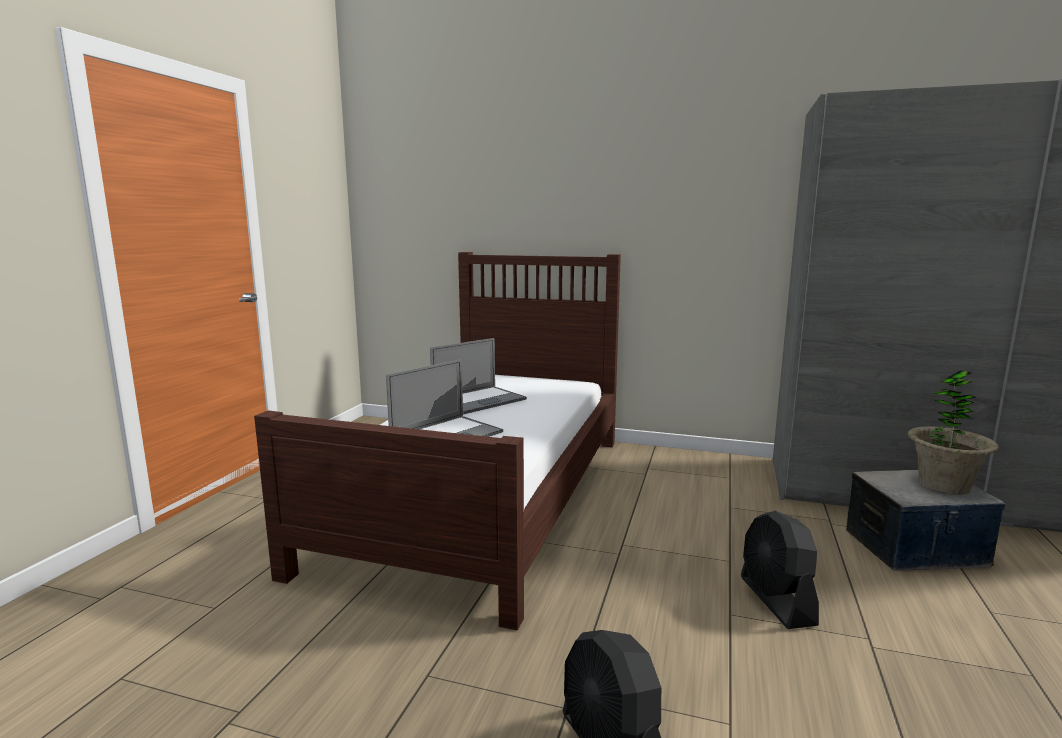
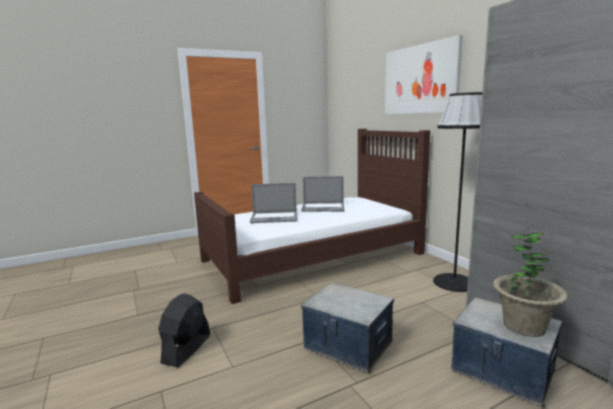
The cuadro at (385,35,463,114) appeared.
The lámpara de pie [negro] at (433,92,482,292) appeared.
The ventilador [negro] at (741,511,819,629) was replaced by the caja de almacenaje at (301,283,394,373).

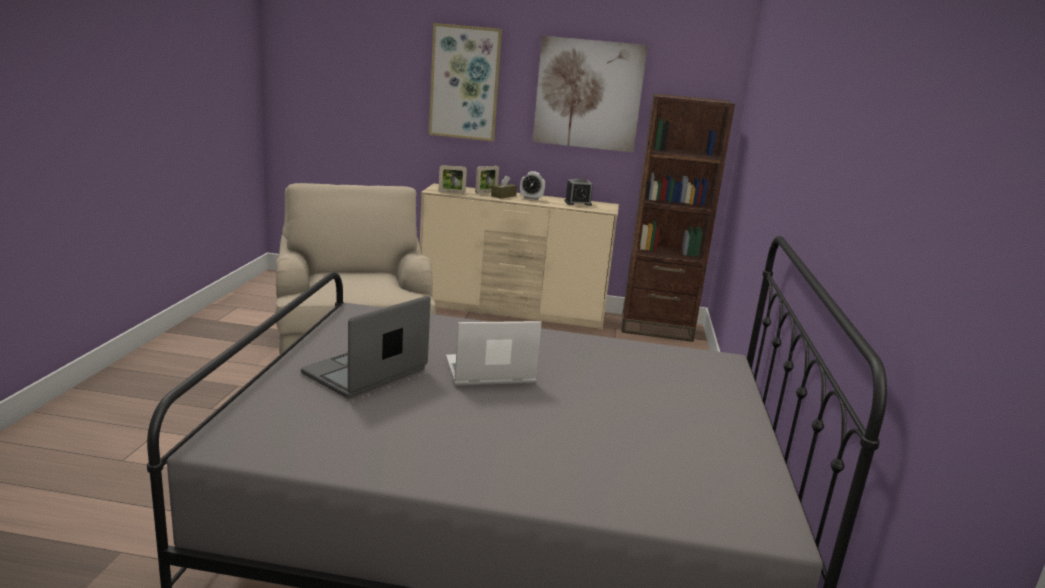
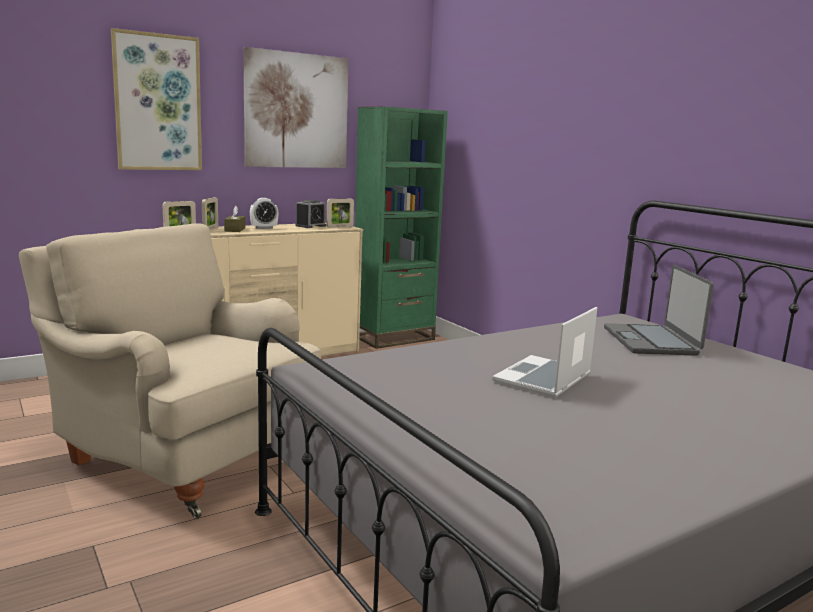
The portarretratos at (327,198,354,228) appeared.
The portátil moved from (301,296,431,399) to (604,265,714,356).
The estantería [marrón] at (622,93,735,342) became the estantería [verde] at (355,106,448,349).

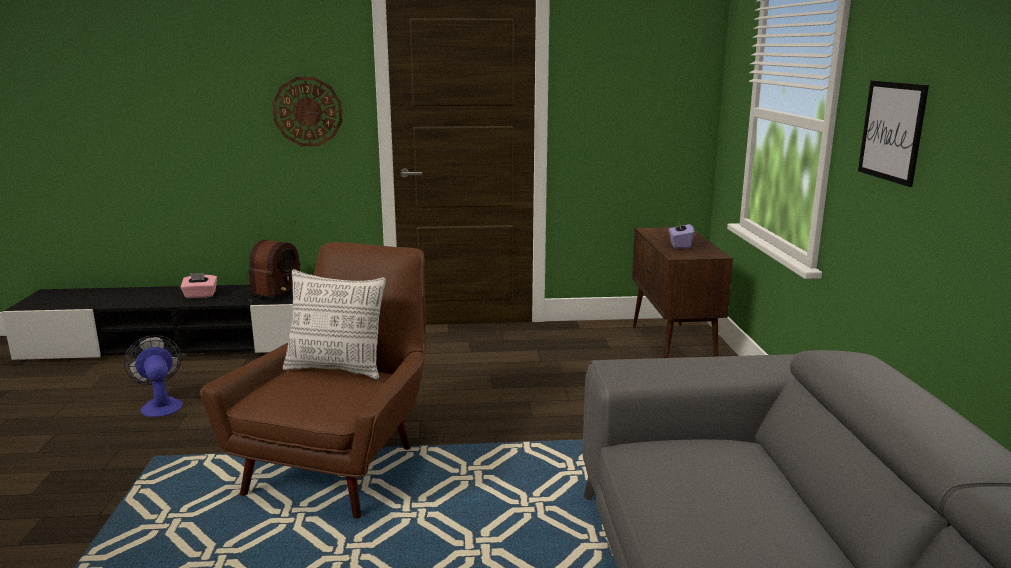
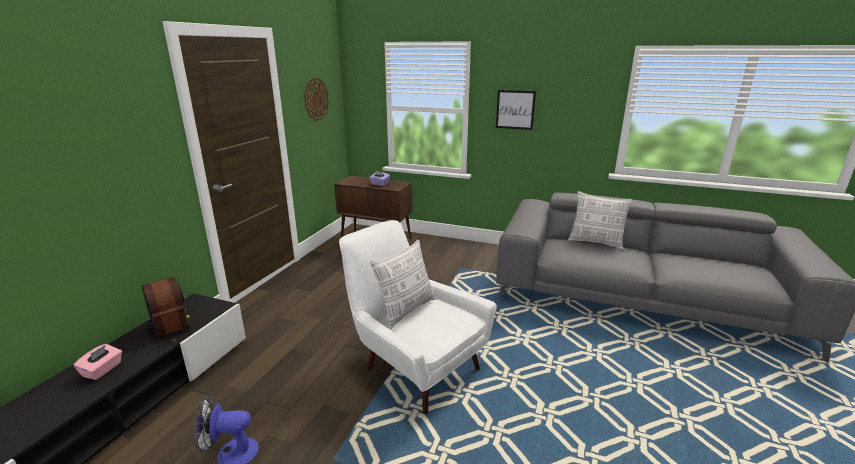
The cojín at (568,191,632,250) appeared.
The reloj de pared moved from (272,77,343,146) to (304,78,329,121).
The sillón [marrón] at (200,242,426,519) became the sillón [blanco] at (339,220,496,414).

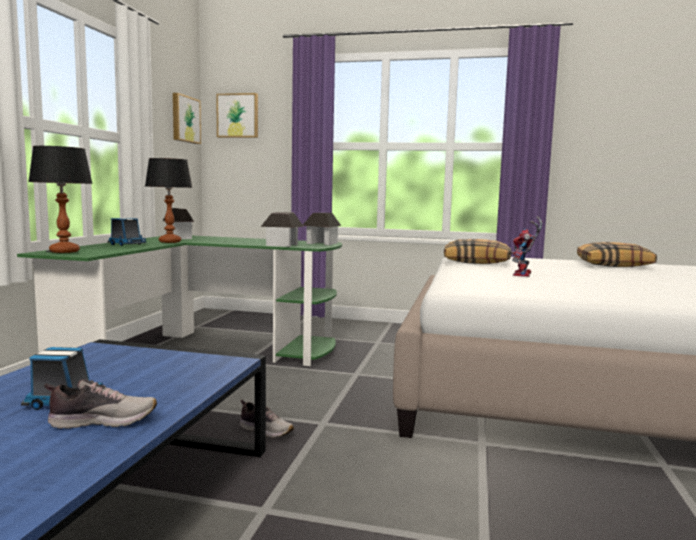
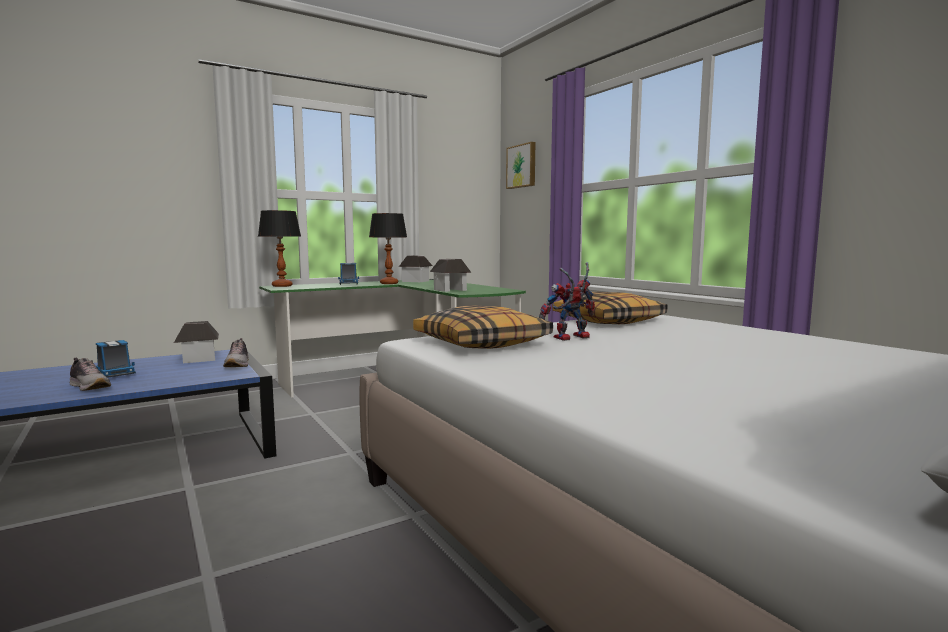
The cuadro at (173,93,201,144) disappeared.
The zapato moved from (240,400,294,438) to (223,338,249,367).
The casita moved from (303,213,341,245) to (174,321,219,363).
The cojín moved from (577,242,657,267) to (413,305,553,349).

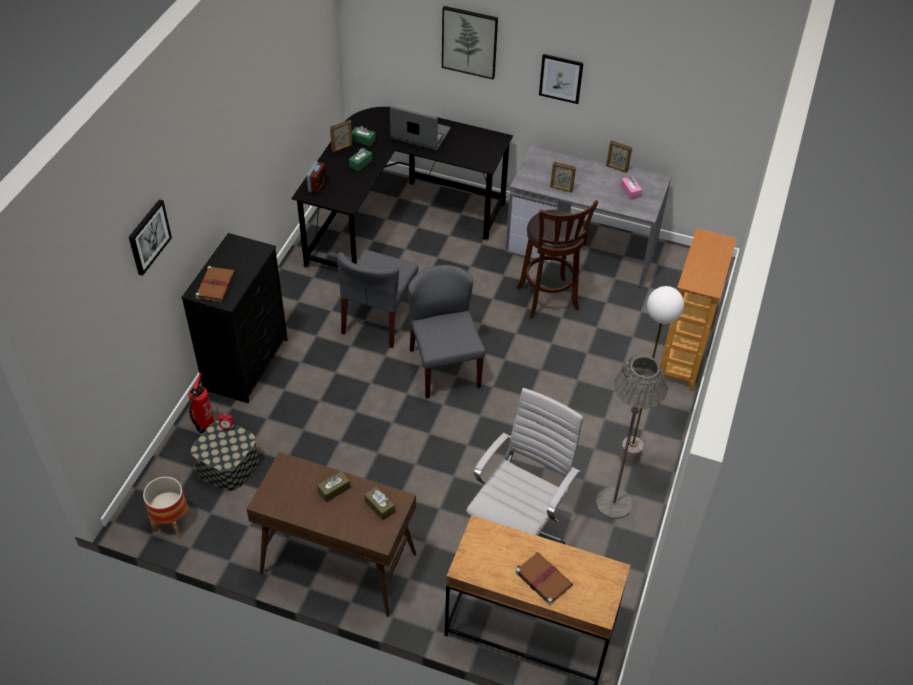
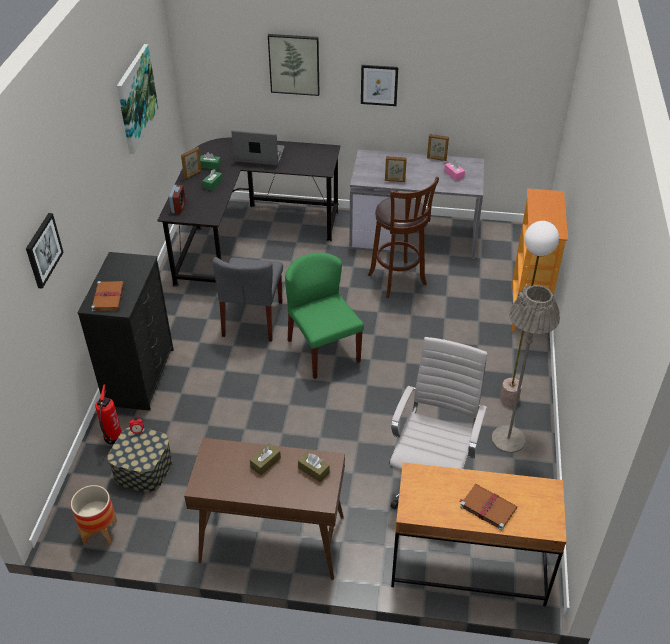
The cuadro at (117,44,159,154) appeared.
The silla [gris] at (408,265,486,399) became the silla [verde] at (285,253,364,379).

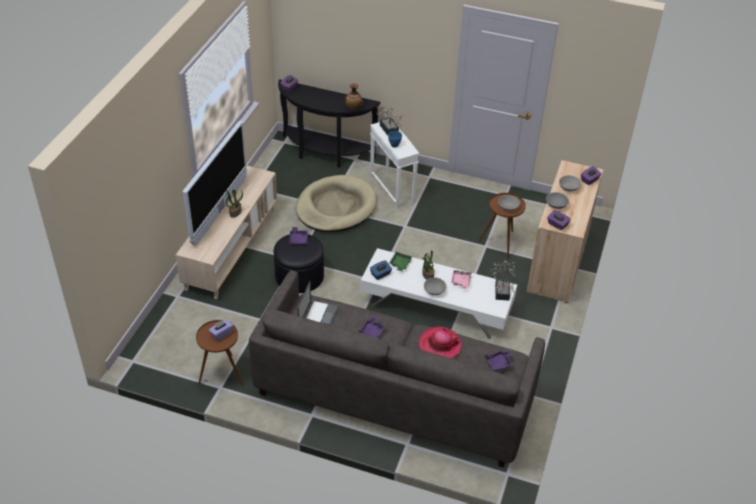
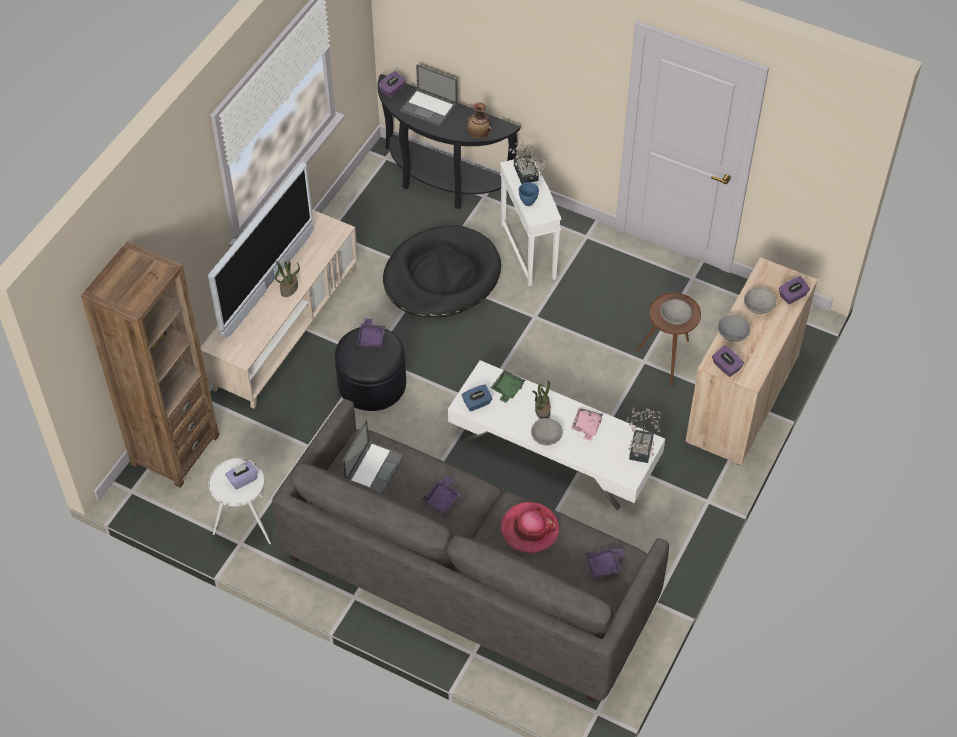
The estantería [marrón] at (81,241,219,488) appeared.
The portátil at (400,64,457,127) appeared.
The mesa auxiliar [marrón] at (196,320,243,386) became the mesa auxiliar [blanco] at (208,458,271,544).
The cama para perro [beis] at (296,175,377,232) became the cama para perro [negro] at (383,225,501,318).

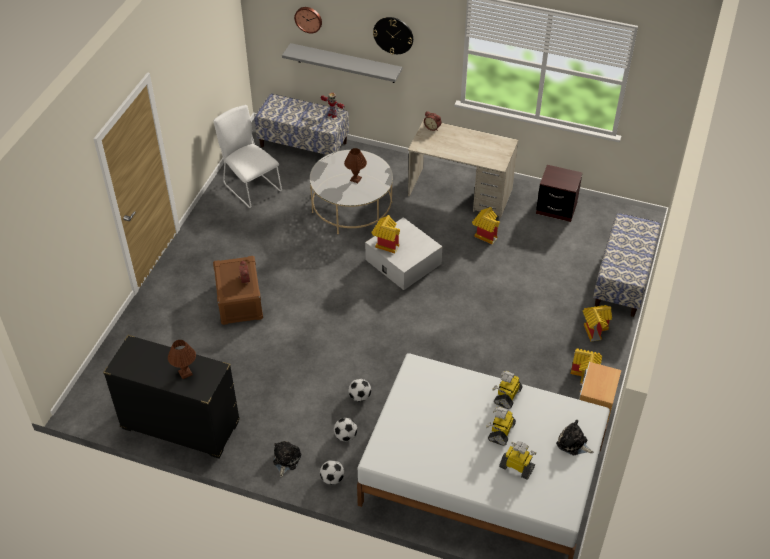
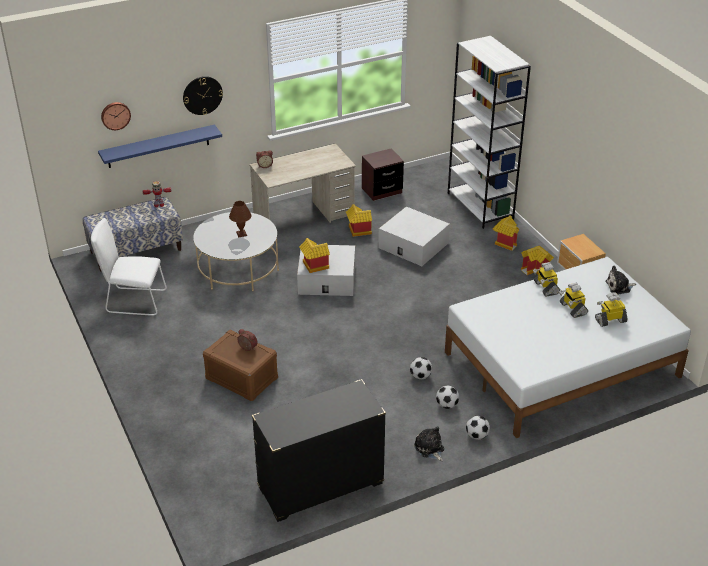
The lámpara de mesa [marrón] at (168,340,196,379) disappeared.
The caja de almacenaje [blanco] at (378,207,450,266) appeared.
The banco at (593,213,661,317) was replaced by the estantería [blanco] at (448,36,531,229).
The estante [gris] at (282,43,402,83) became the estante [azul] at (98,124,222,168).

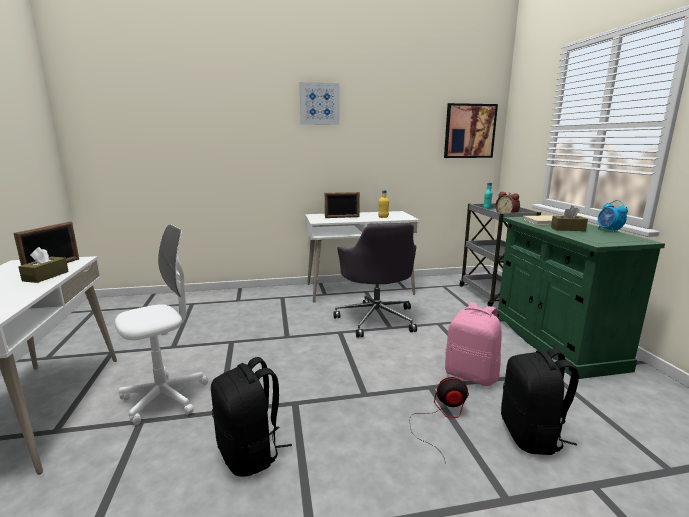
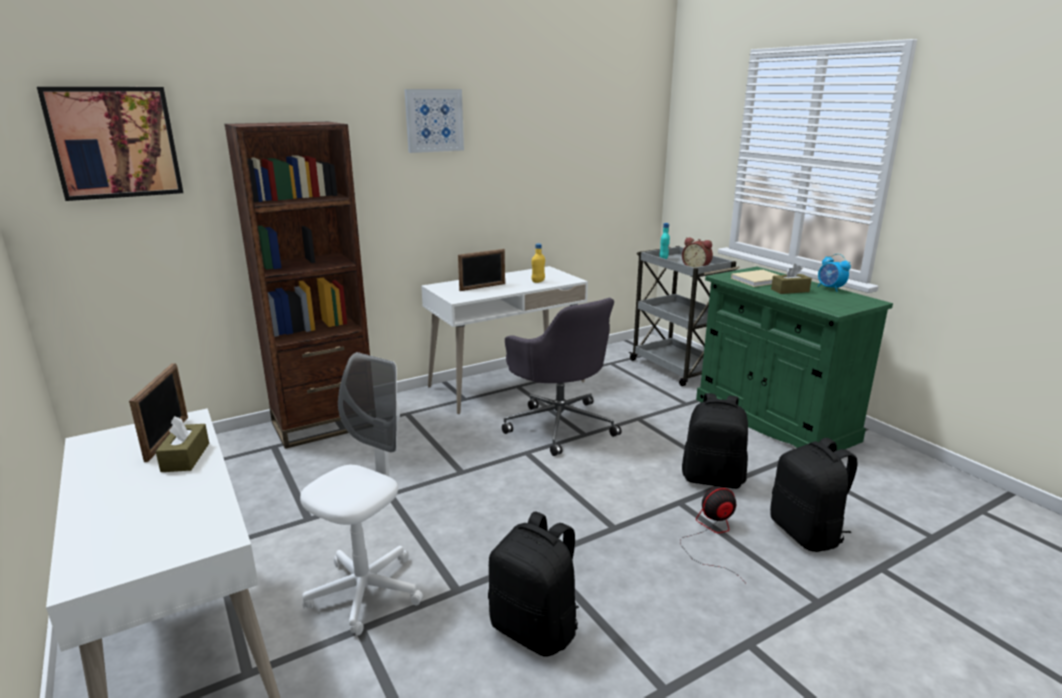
The estantería [marrón] at (225,122,370,449) appeared.
The cuadro moved from (444,103,498,158) to (37,87,183,201).
The mochila [rosa] at (445,302,502,386) became the mochila [negro] at (682,393,748,489).

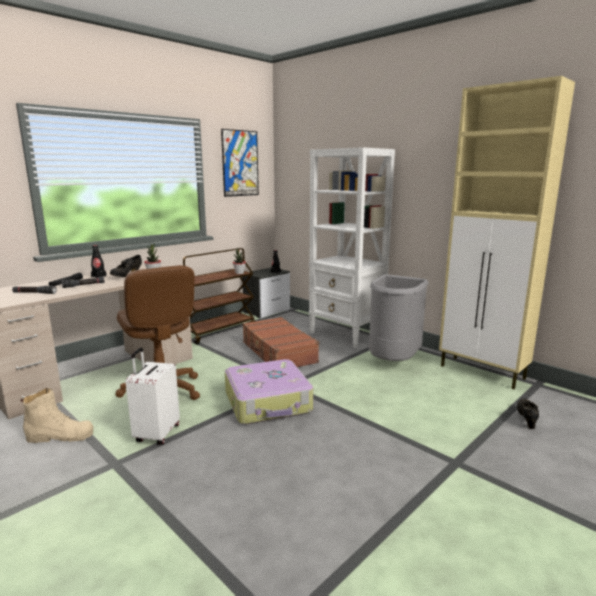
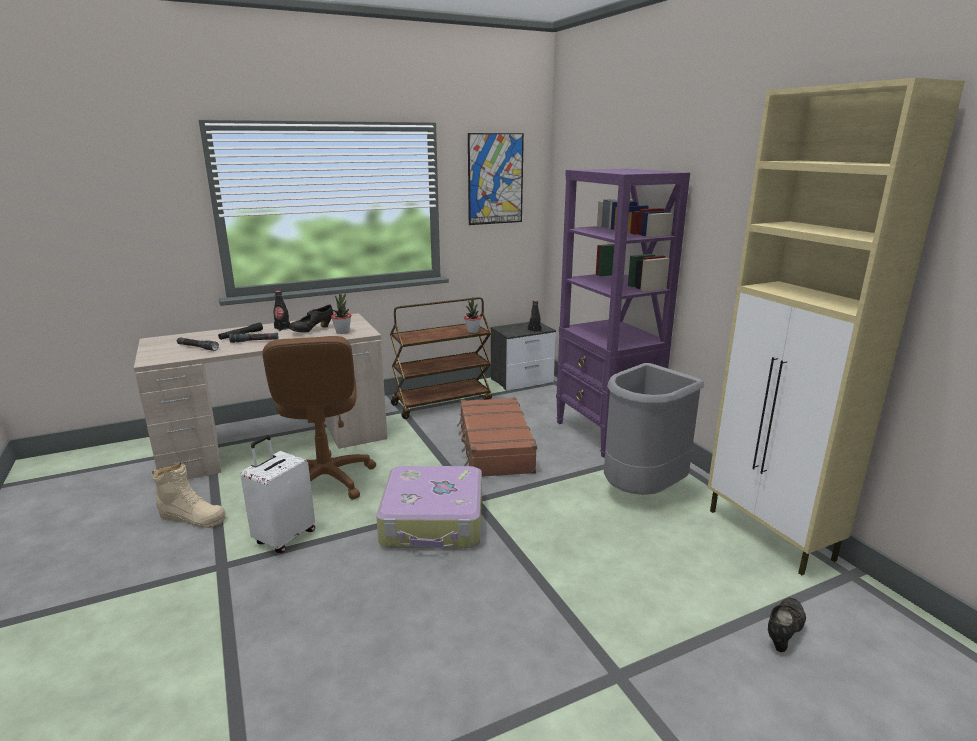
The estantería [blanco] at (309,147,395,348) became the estantería [morado] at (556,168,690,458).

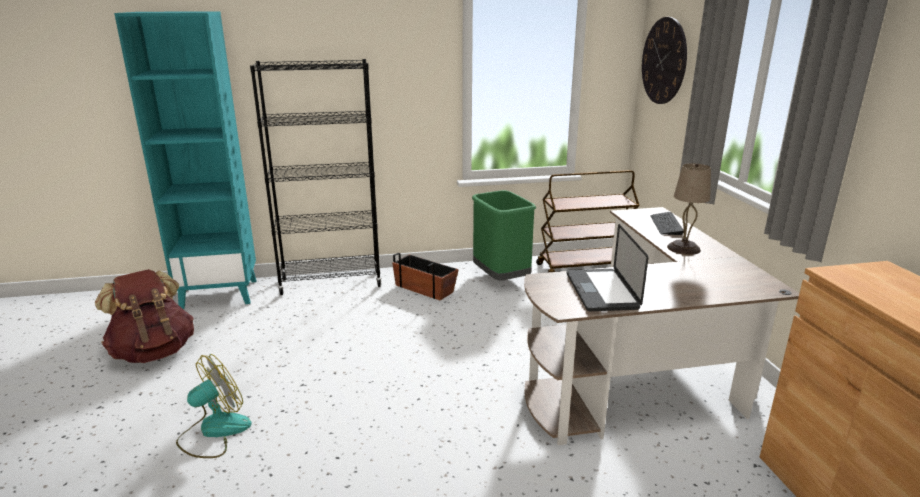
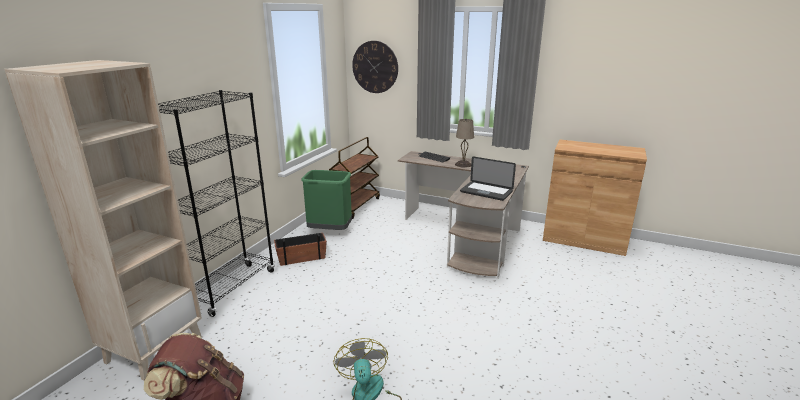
The estantería [turquesa] at (114,11,257,310) became the estantería [beis] at (4,60,202,381).

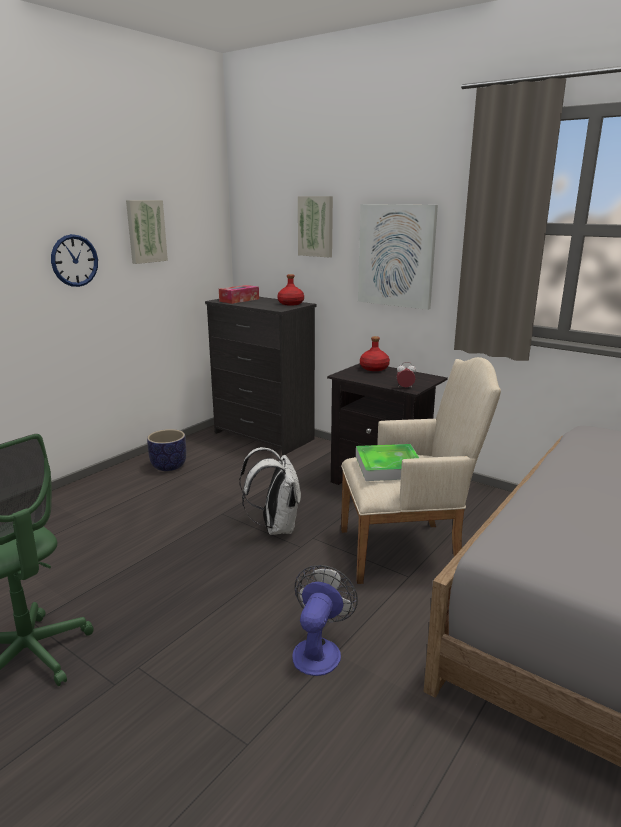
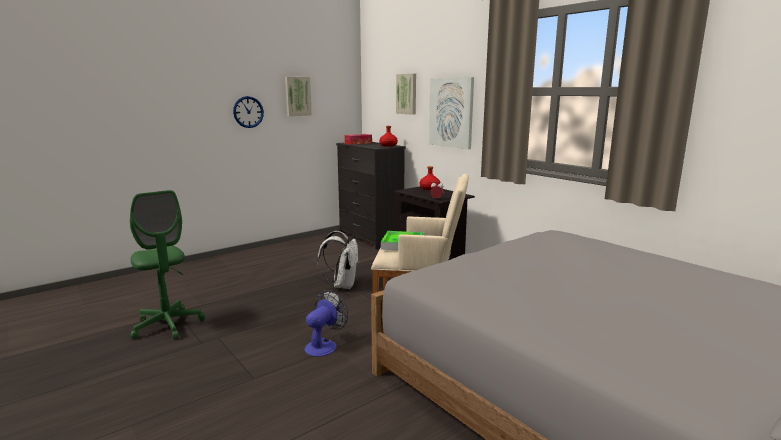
The maceta at (147,429,186,471) disappeared.

